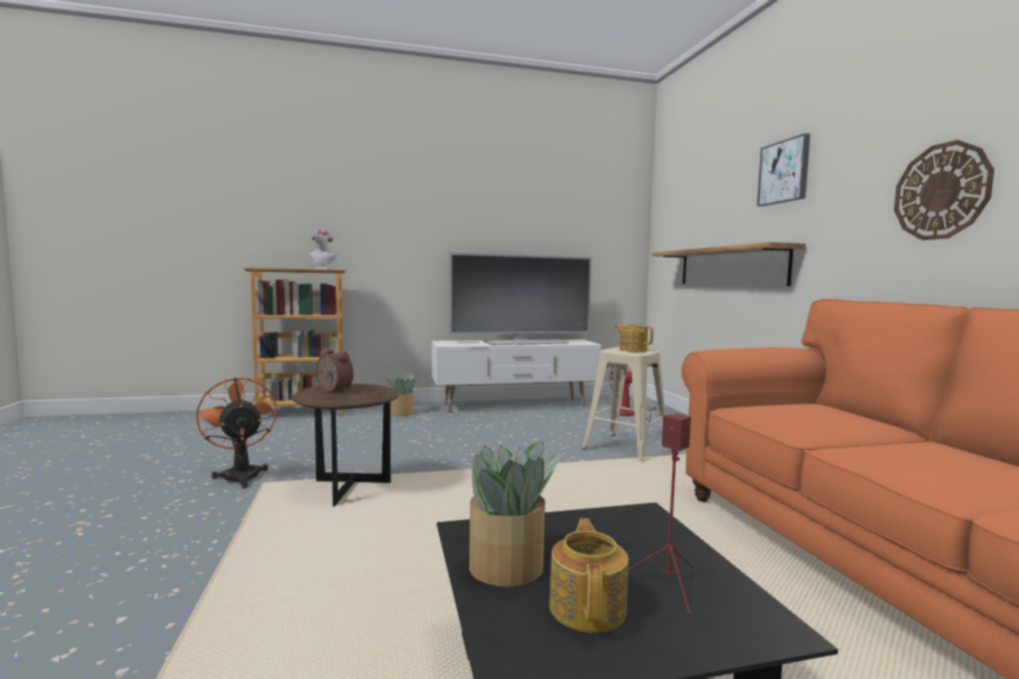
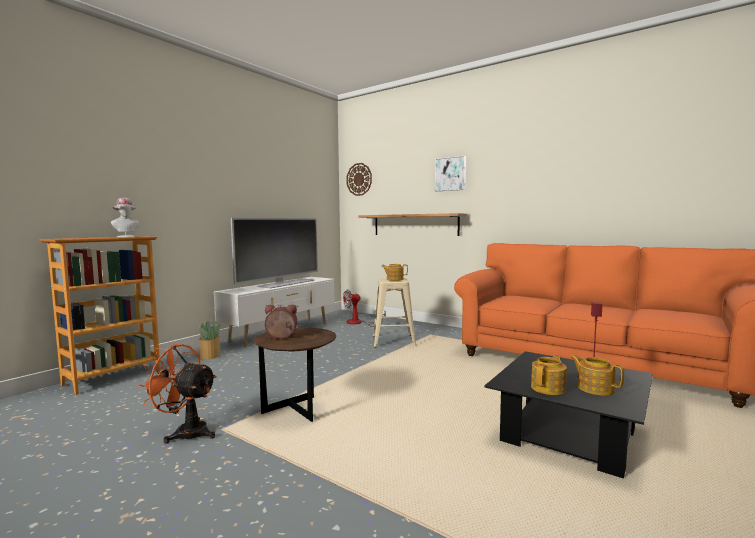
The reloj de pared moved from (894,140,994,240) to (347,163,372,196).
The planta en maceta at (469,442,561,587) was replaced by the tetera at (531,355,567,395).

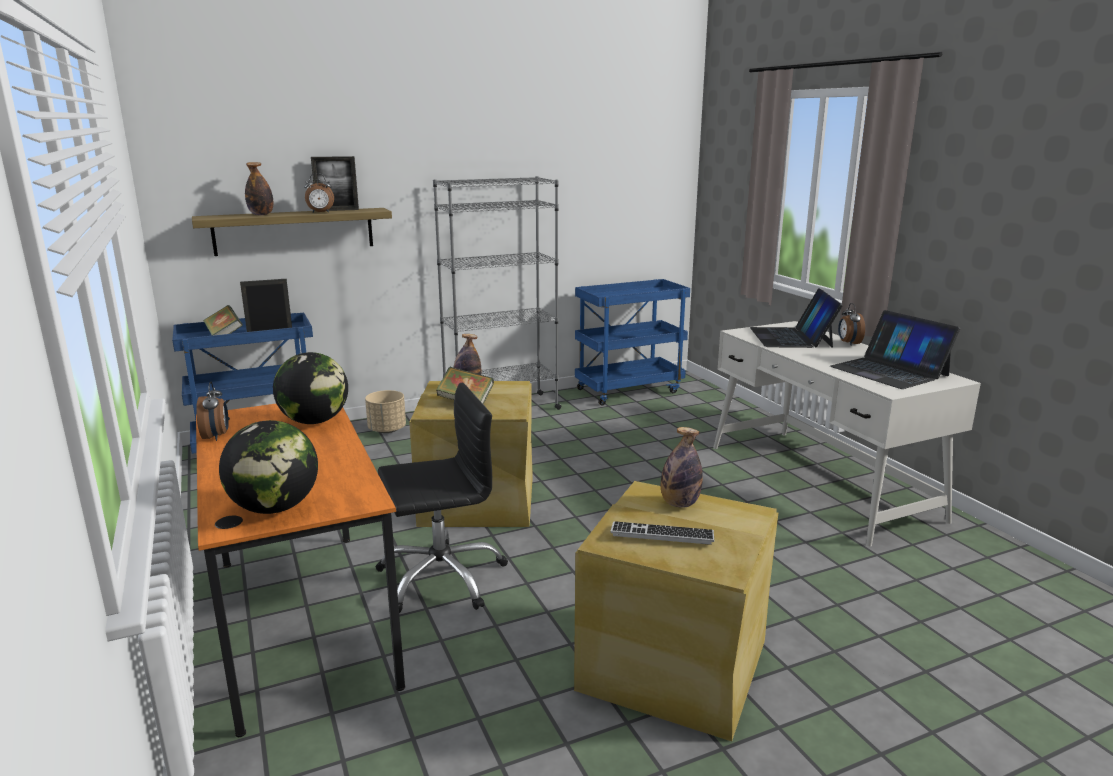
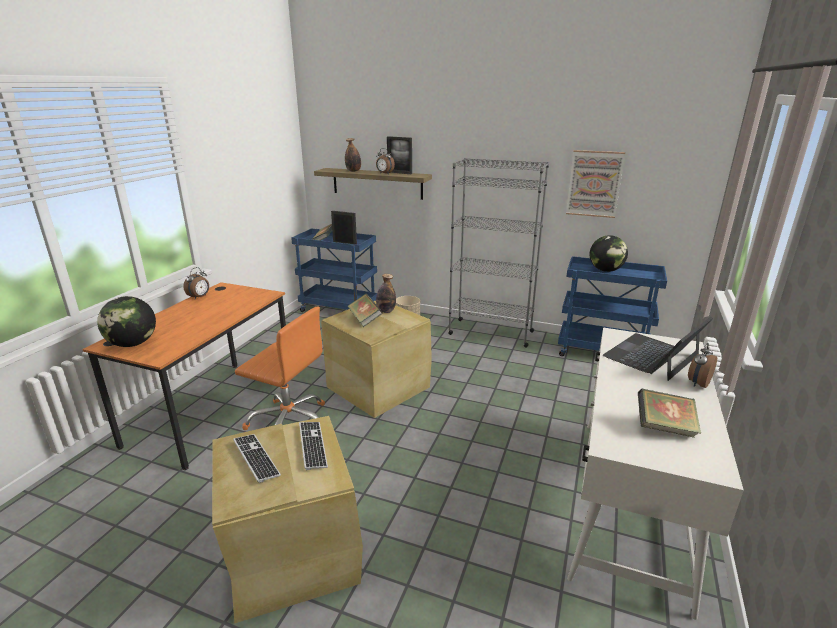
The cuadro at (566,150,625,218) appeared.
The globo terráqueo moved from (273,352,348,424) to (590,235,628,272).
The botella at (661,427,703,508) was replaced by the teclado at (299,422,328,470).
The portátil at (830,310,960,389) was replaced by the libro at (638,389,701,438).
The silla de oficina [negro] at (376,383,508,613) became the silla de oficina [naranja] at (235,306,325,430).

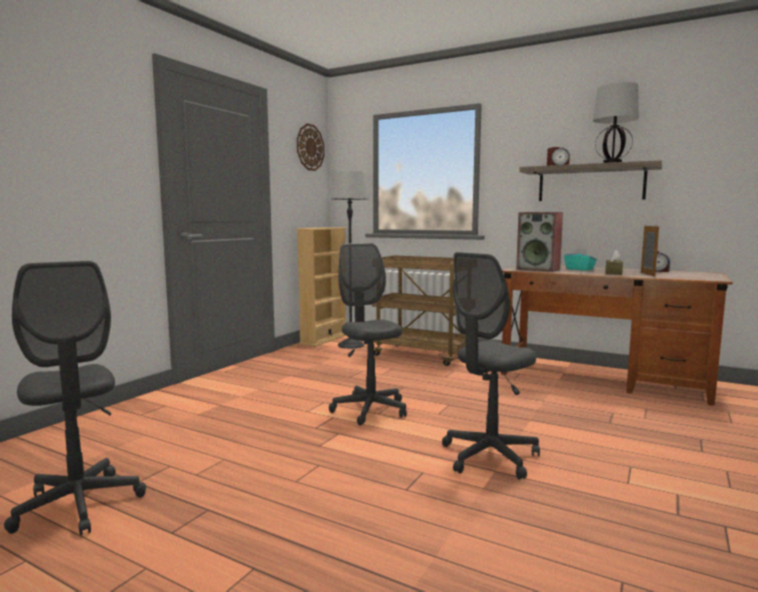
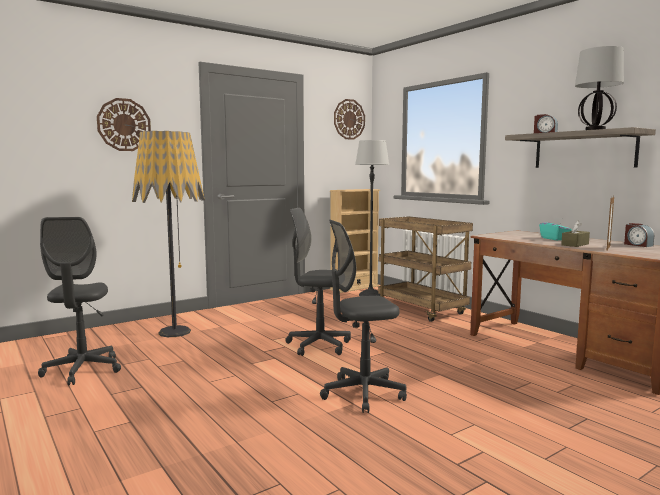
The altavoz at (516,212,563,272) disappeared.
The reloj de pared at (97,98,151,151) appeared.
The lámpara de pie at (132,131,205,337) appeared.
The silla de oficina [gris] at (329,243,407,425) turned 75 degrees counterclockwise.

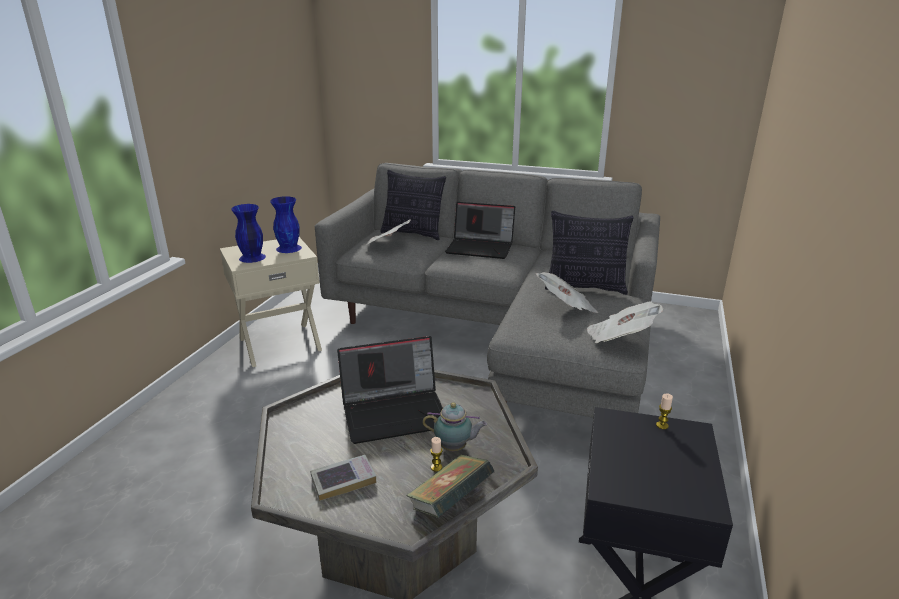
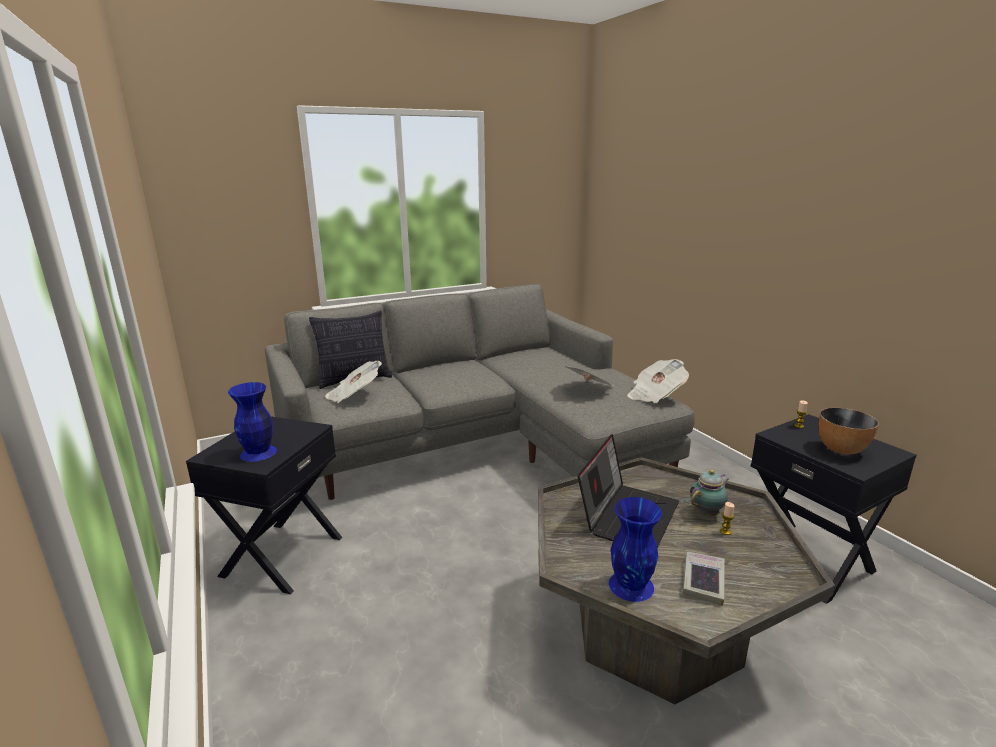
The libro at (406,455,494,518) disappeared.
The portátil at (445,202,515,259) disappeared.
The cojín at (545,211,634,295) disappeared.
The cuenco at (819,408,879,455) appeared.
The florero [azul] moved from (270,196,302,253) to (609,497,662,602).
The mesa auxiliar [beis] at (220,237,322,367) became the mesa auxiliar [negro] at (186,417,342,594).

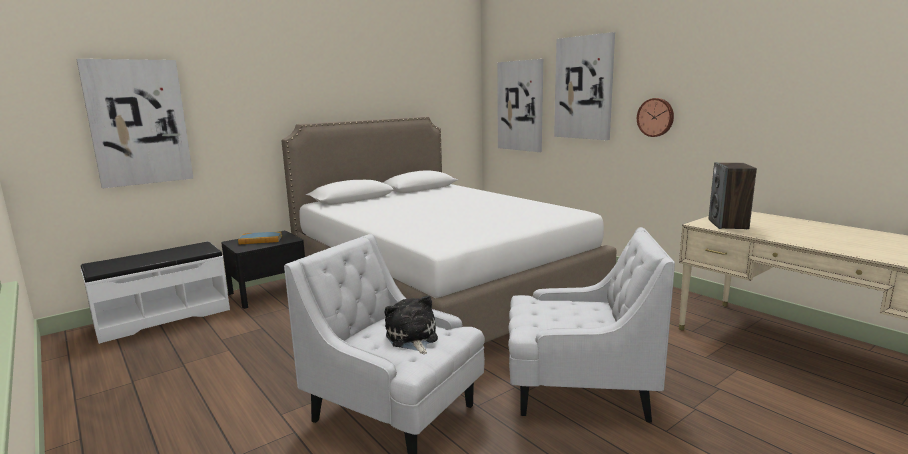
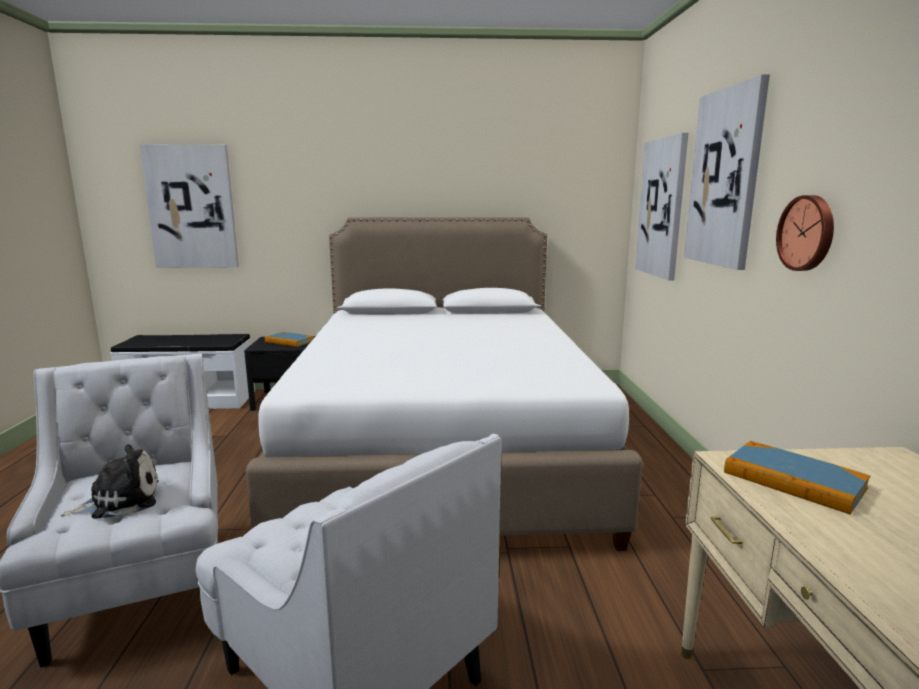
The altavoz at (709,162,757,230) was replaced by the libro at (724,441,870,514).
The peluche at (385,295,438,354) turned 45 degrees clockwise.

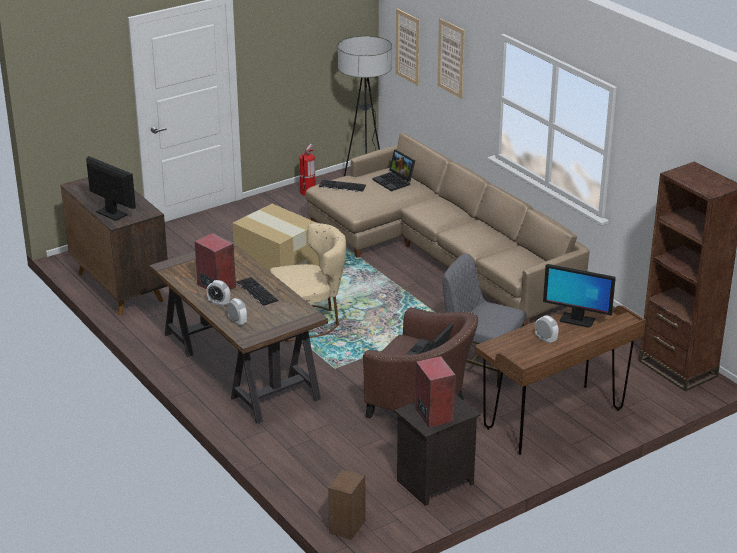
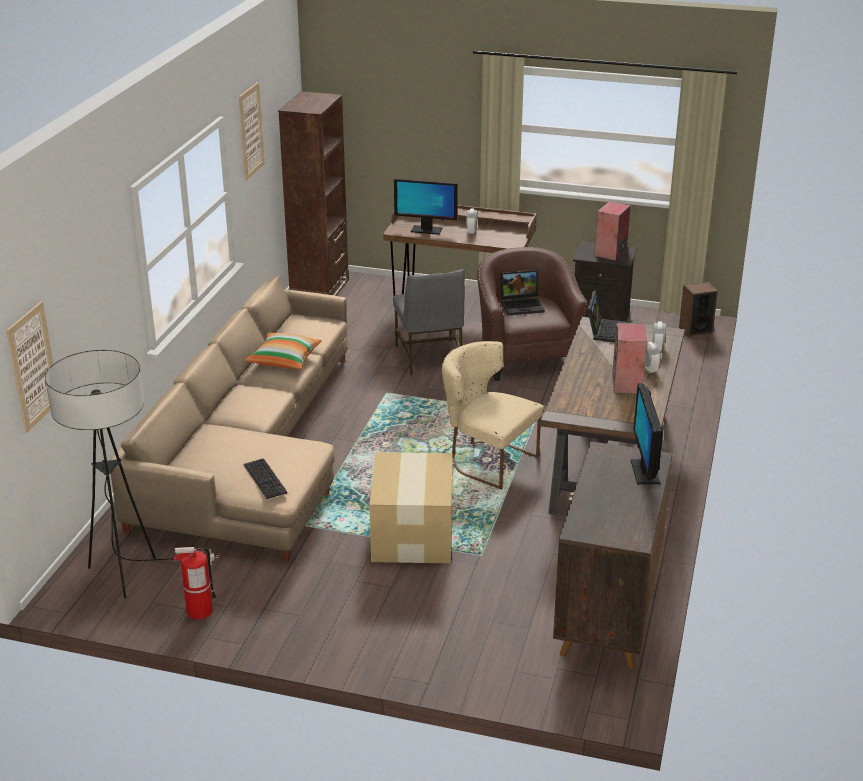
The teclado at (237,277,278,306) disappeared.
The cojín at (245,332,322,369) appeared.
The portátil moved from (373,150,415,191) to (587,291,629,342).
The cuadro moved from (437,18,465,99) to (239,82,264,181).
The monitor at (543,264,616,328) turned 120 degrees clockwise.

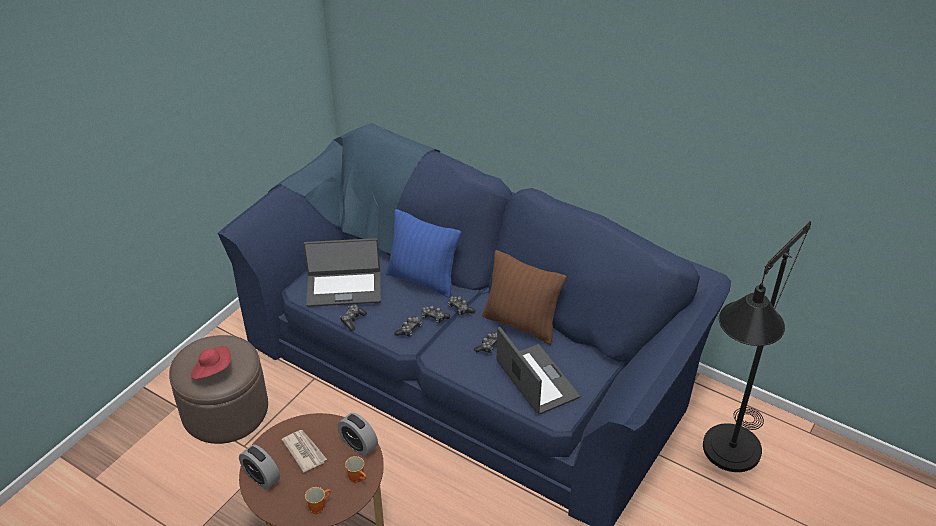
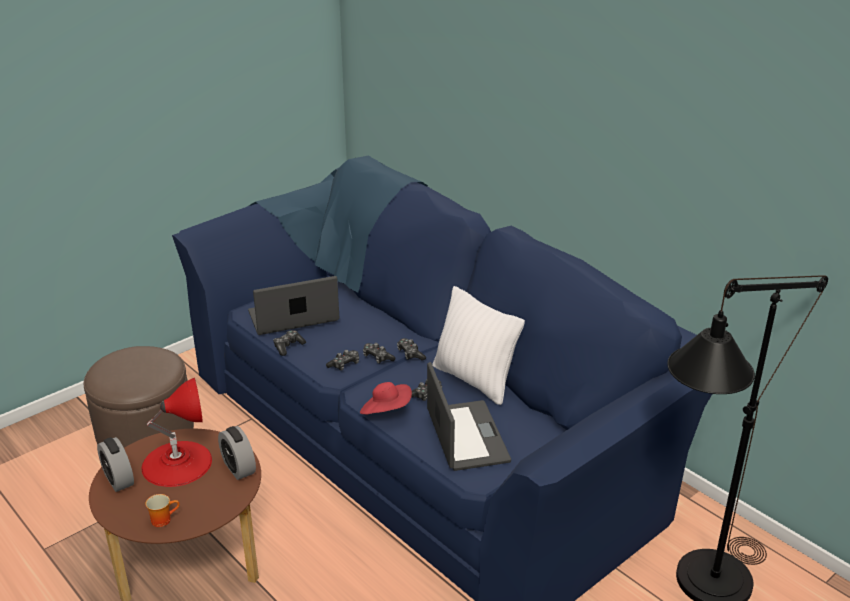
The taza grande at (345,456,367,483) disappeared.
The cojín [azul] at (386,209,461,298) disappeared.
The sombrero [rojo] moved from (191,346,231,379) to (360,382,412,414).
The periódico at (282,430,327,473) was replaced by the lámpara de mesa [rojo] at (142,378,212,487).
The cojín [marrón] at (482,250,567,345) became the cojín [blanco] at (432,286,525,405).
The portátil at (303,238,381,307) turned 150 degrees clockwise.

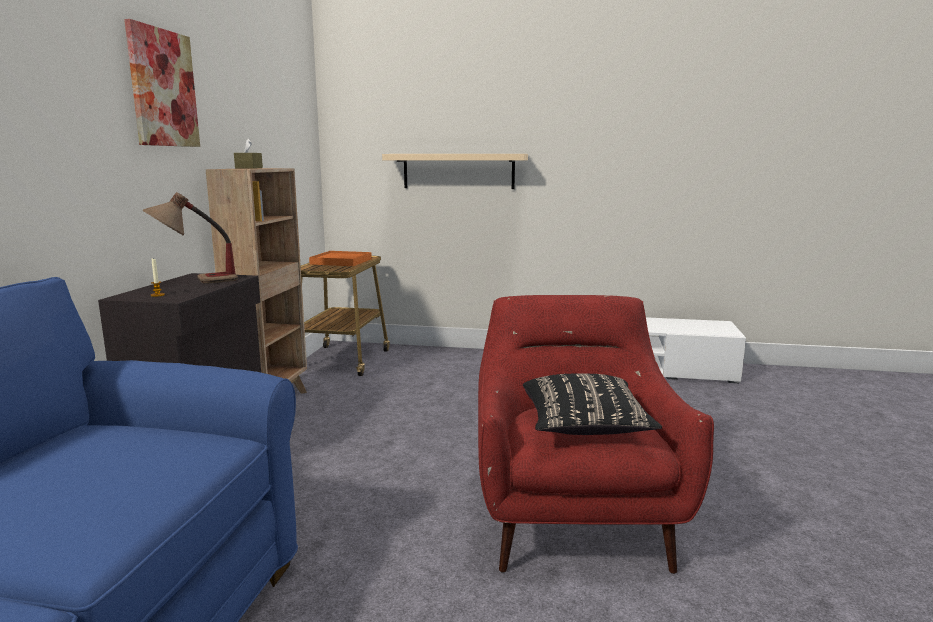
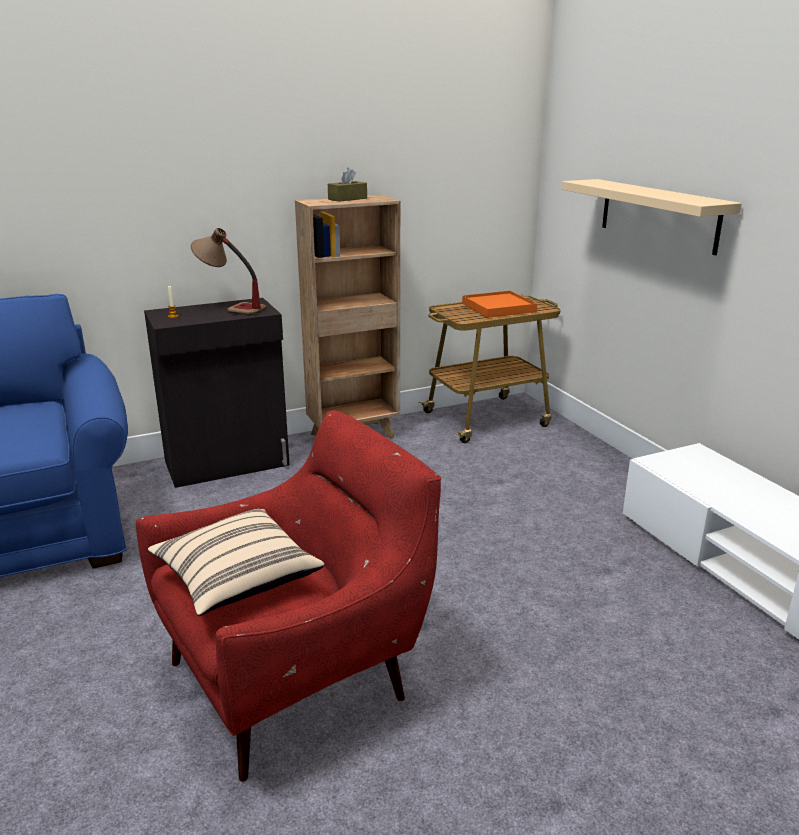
The cuadro at (124,19,200,147) disappeared.
The cojín [negro] at (523,374,662,435) became the cojín [beis] at (148,509,324,616).

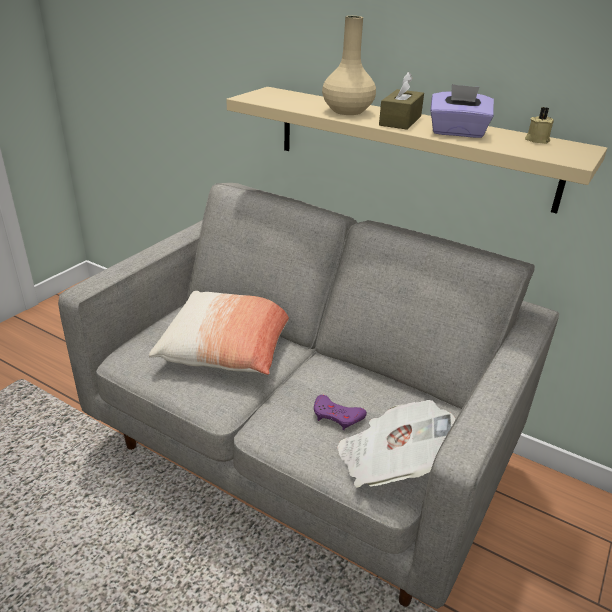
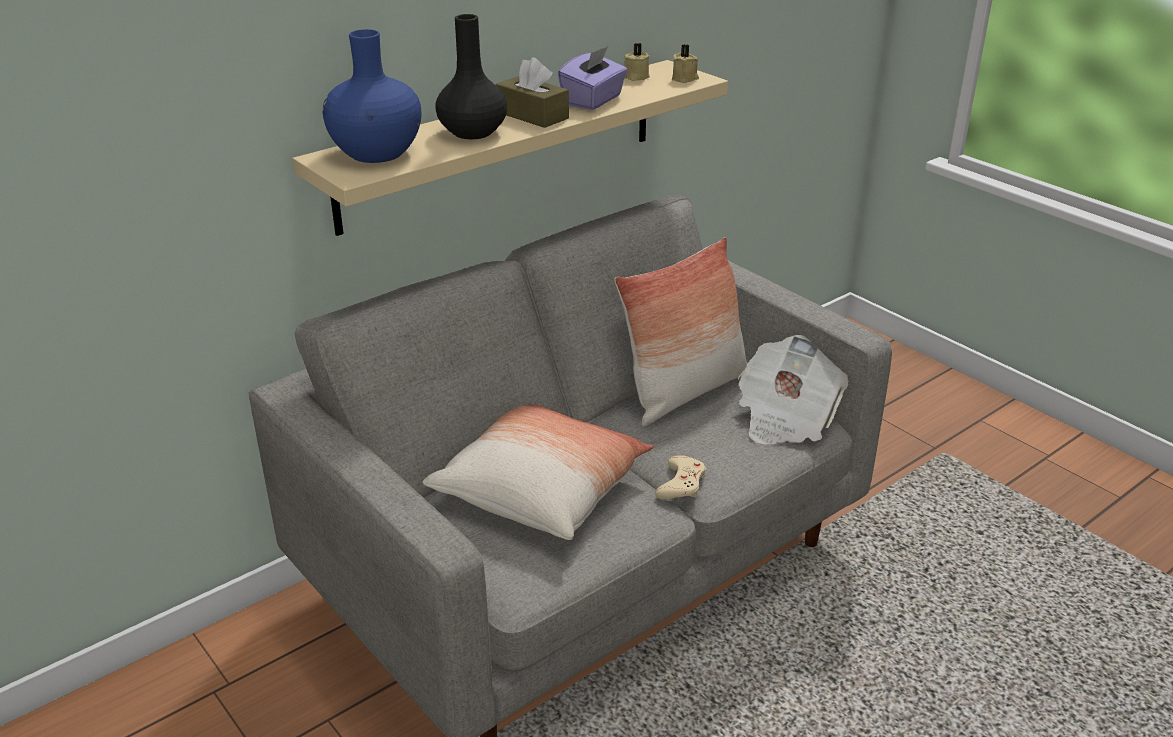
The mando de consola [morado] at (314,395,367,430) disappeared.
The florero [azul] at (323,29,421,163) appeared.
The cojín at (614,237,747,426) appeared.
The mando de consola [beis] at (655,455,706,500) appeared.
The vela [beis] at (672,44,699,83) appeared.
The florero [beis] at (322,16,376,115) became the florero [negro] at (435,14,507,139).

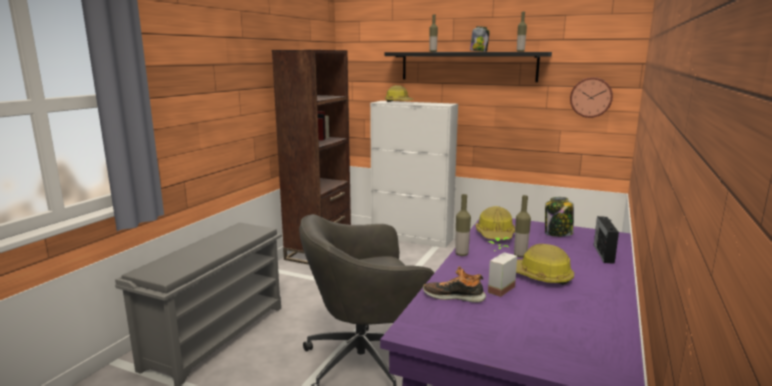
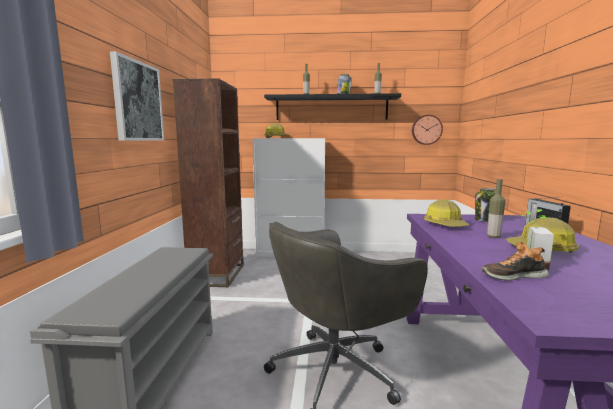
The botella at (455,194,471,256) disappeared.
The cuadro at (110,51,164,140) appeared.

